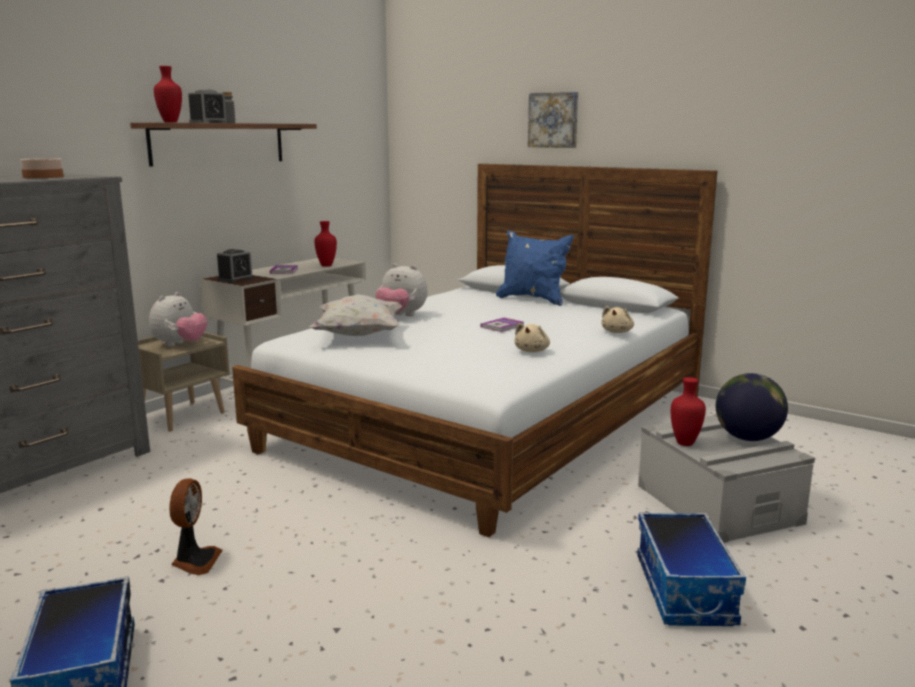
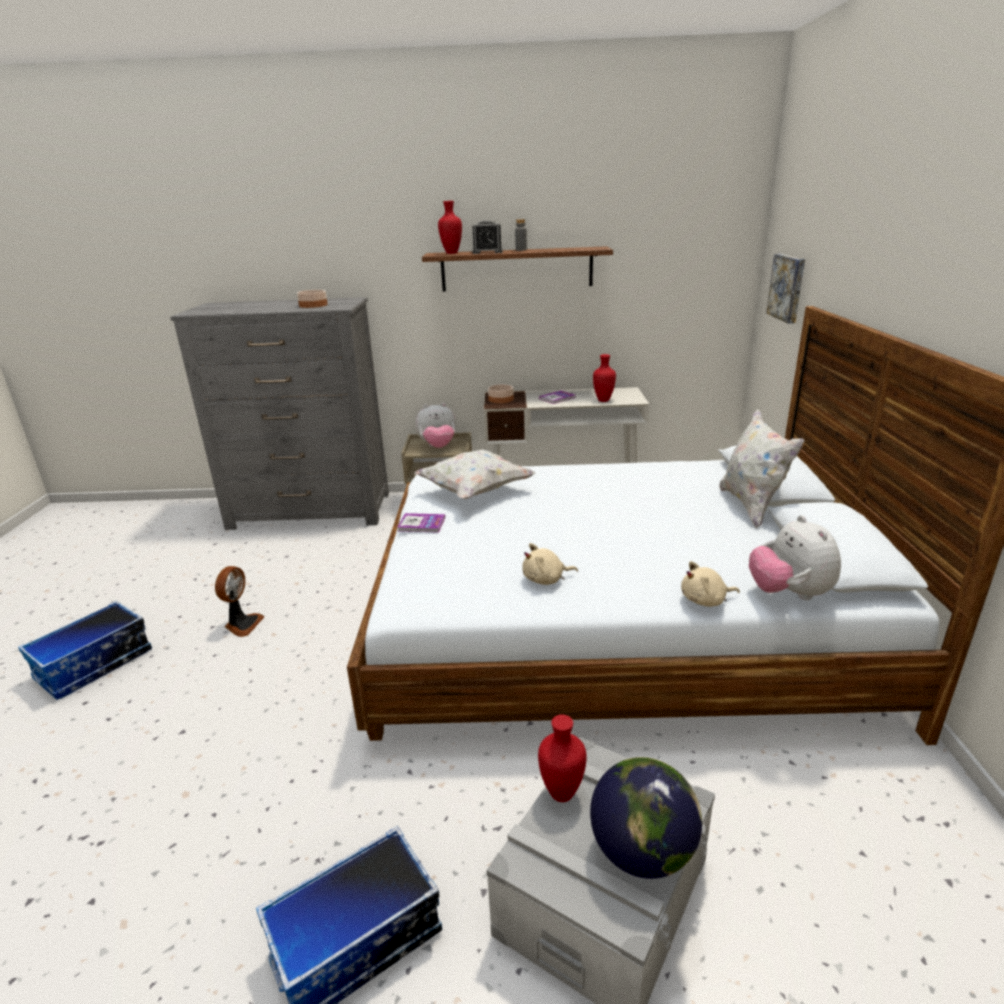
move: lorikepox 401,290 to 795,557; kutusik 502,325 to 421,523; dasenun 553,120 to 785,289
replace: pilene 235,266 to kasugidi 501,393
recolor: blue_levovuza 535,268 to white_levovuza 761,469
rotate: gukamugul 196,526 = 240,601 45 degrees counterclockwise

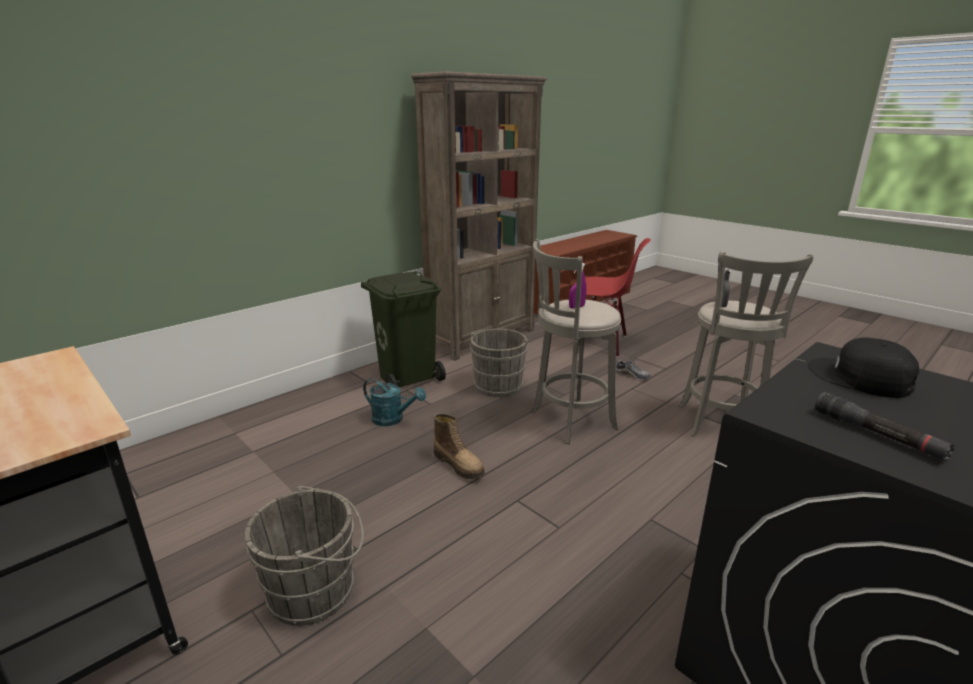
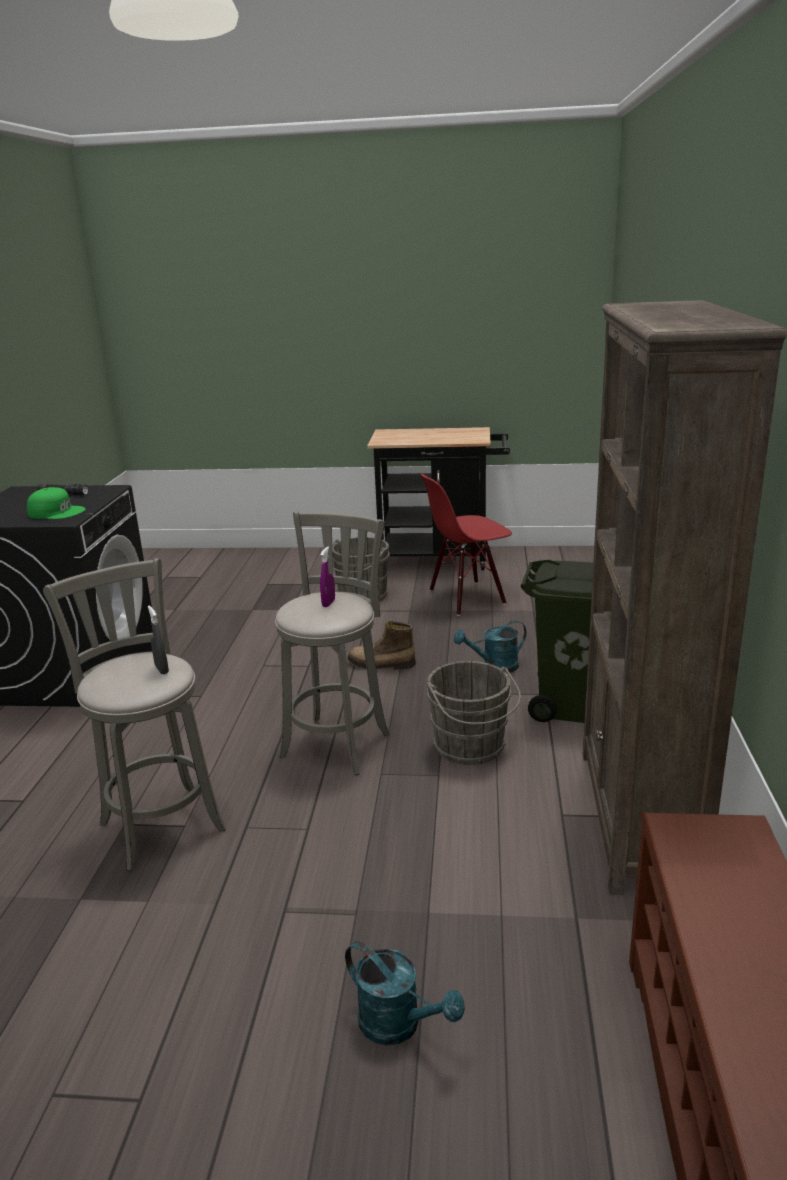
delete: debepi 633,369
insert: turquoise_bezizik 405,993
move: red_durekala 614,297 to 466,545
recolor: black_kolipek 863,367 to green_kolipek 56,503

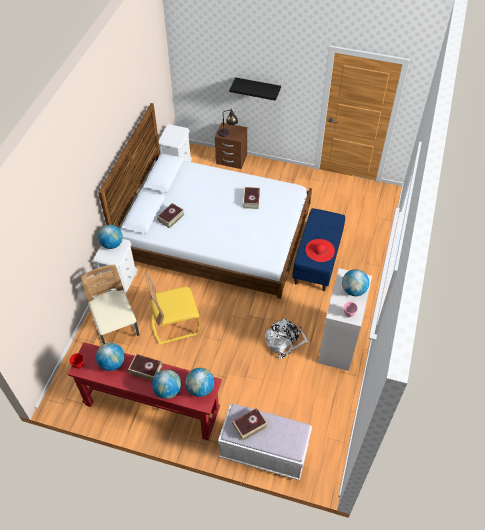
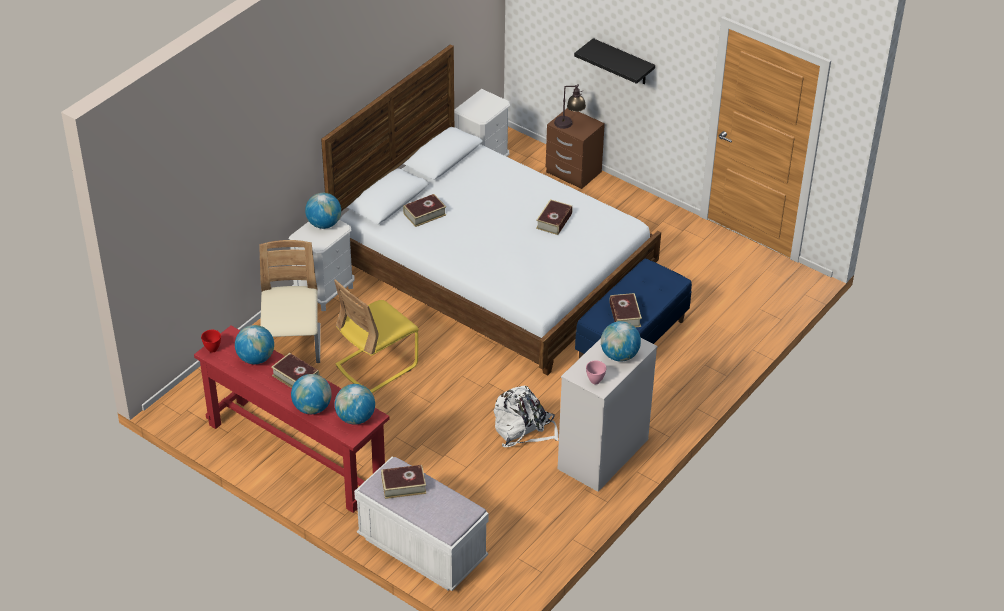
replace: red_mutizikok 320,250 to kutusik 625,310
rotate: yellow_durekala 172,308 = 376,336 45 degrees counterclockwise

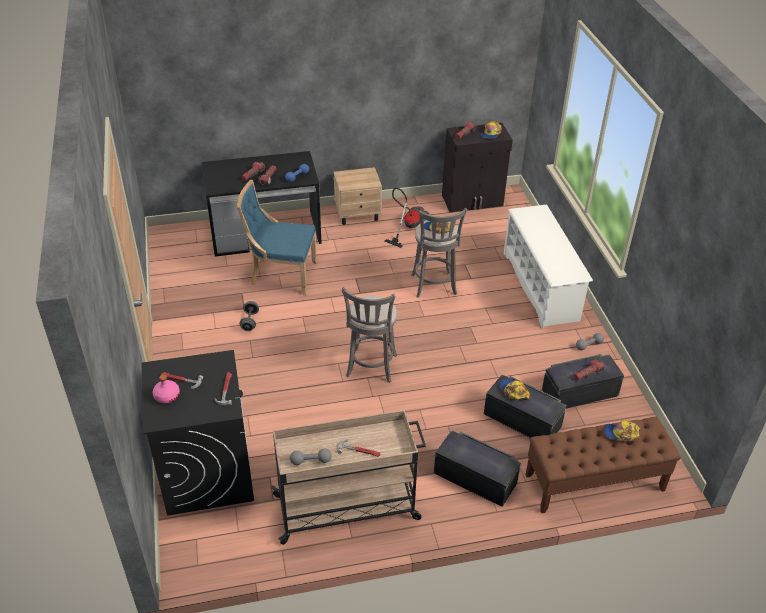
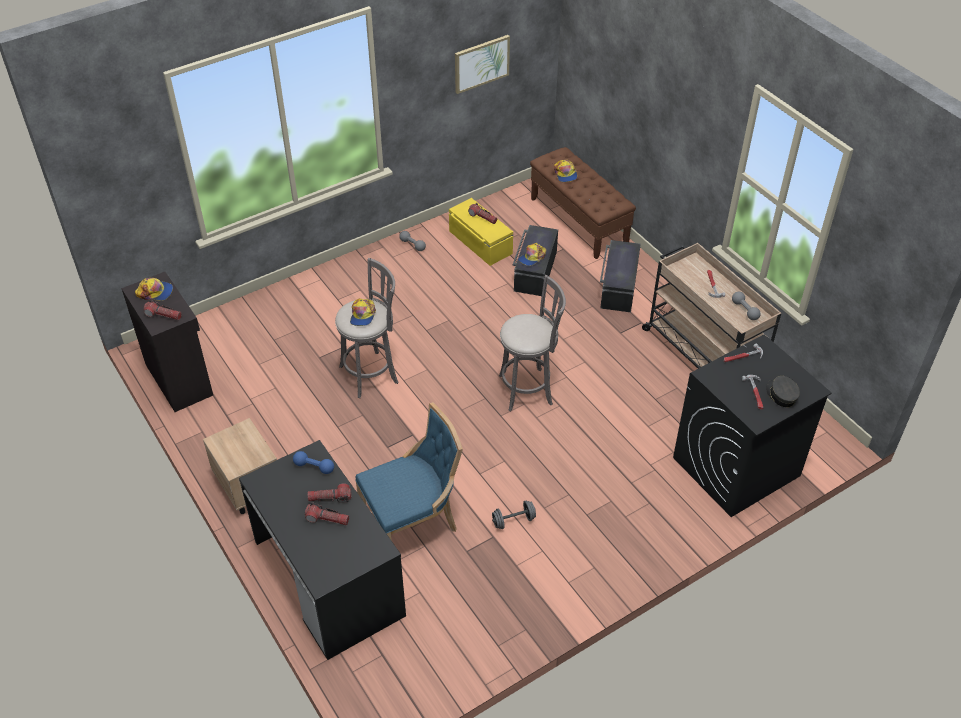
delete: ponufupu 407,218; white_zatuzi 548,266
insert: dasenun 482,64
replace: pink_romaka 166,389 to grey_kolipek 783,391
recolor: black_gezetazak 583,381 to yellow_gezetazak 481,232
rotate: blue_durekala 277,237 = 409,471 105 degrees counterclockwise

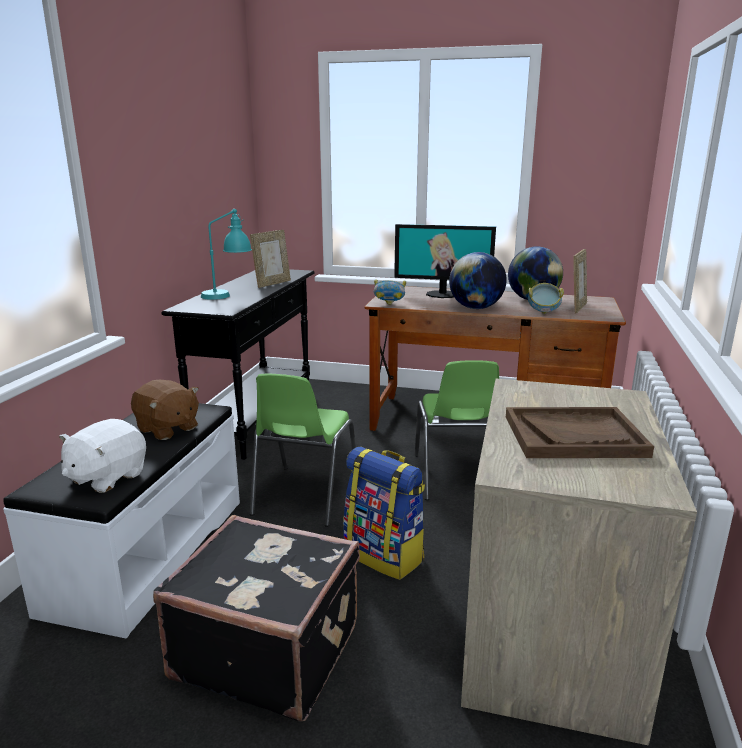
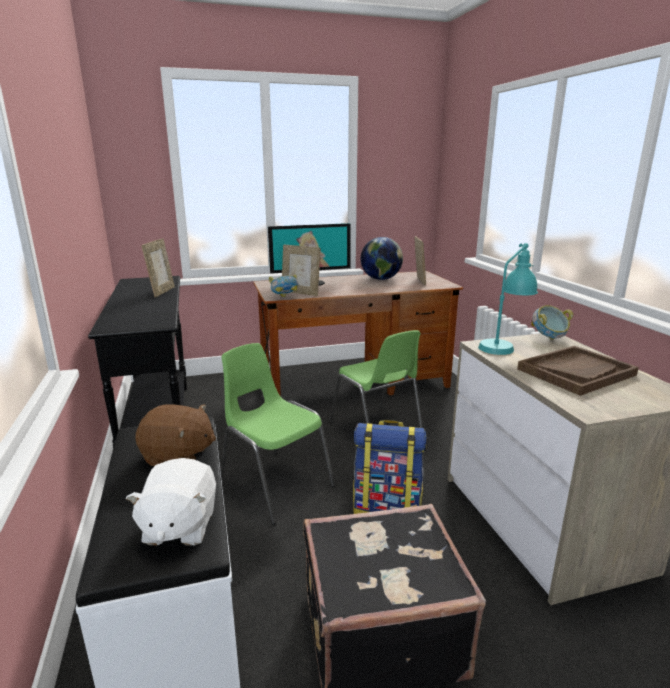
delete: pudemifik 478,280
insert: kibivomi 301,270
move: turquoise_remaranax 226,254 to 508,299; kasugidi 546,298 to 552,322
rotate: green_durekala 303,450 = 277,434 150 degrees clockwise

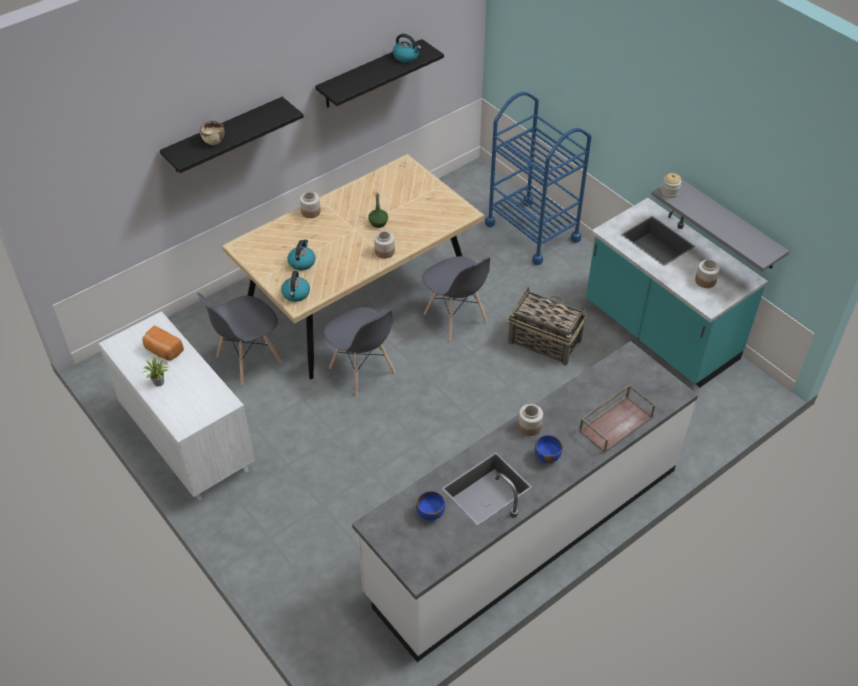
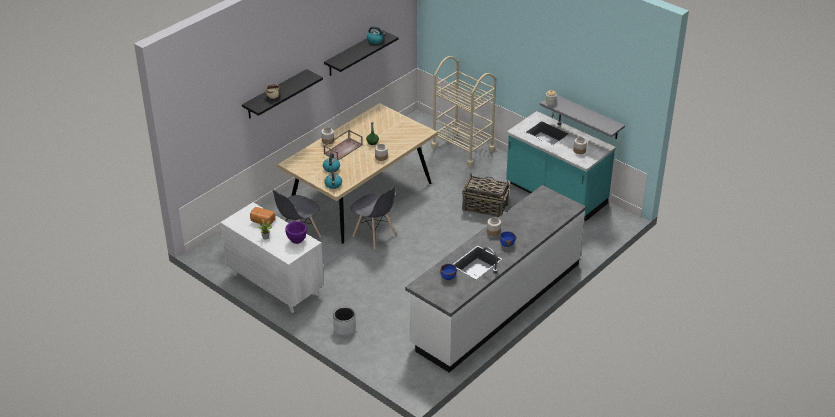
delete: grey_durekala 456,298
insert: purple_kasugidi 296,232; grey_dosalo 344,320
move: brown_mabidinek 617,418 to 343,145
recolor: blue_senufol 538,178 to beige_senufol 463,111

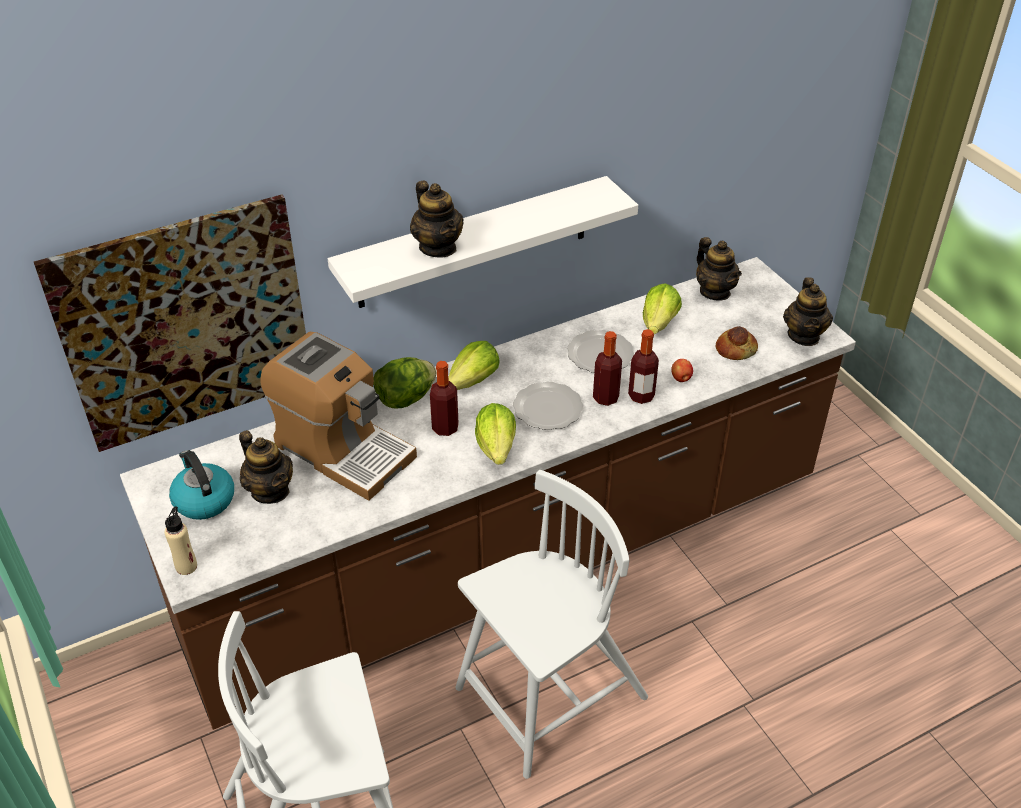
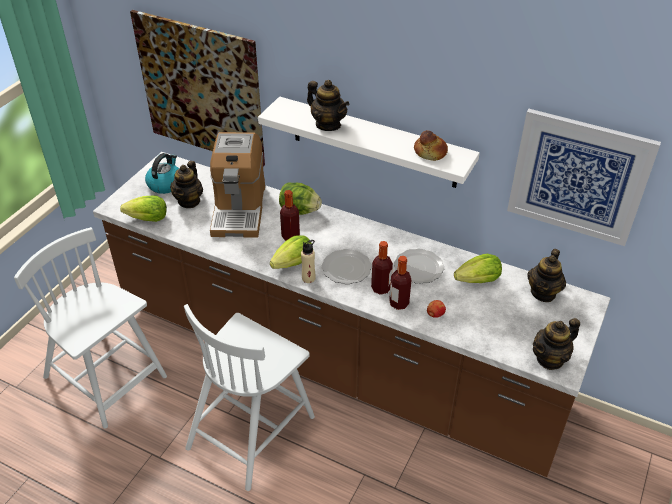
insert: dasenun 584,177
move: beige_romaka 181,540 to 308,261; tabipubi 474,365 to 143,208; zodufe 737,343 to 431,145
rotate: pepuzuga 437,219 = 328,105 75 degrees counterclockwise; white_durekala 551,624 = 249,397 105 degrees clockwise

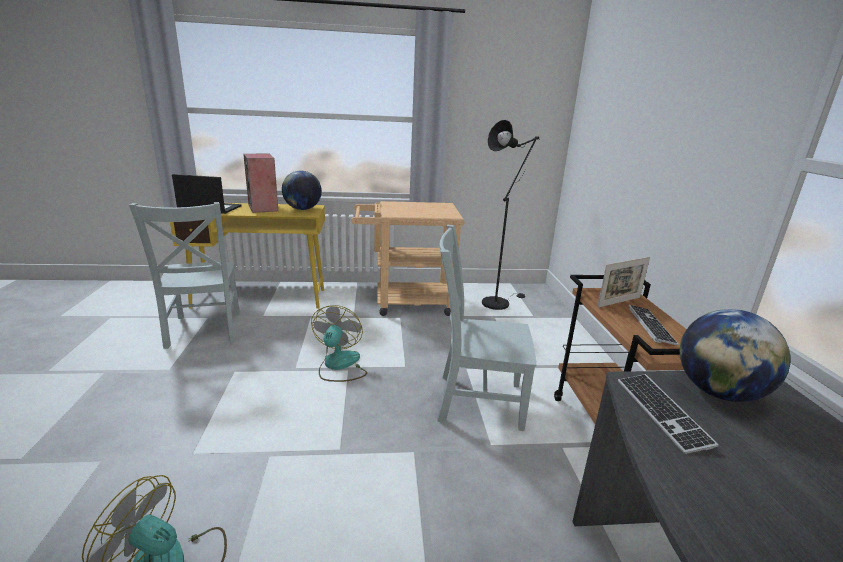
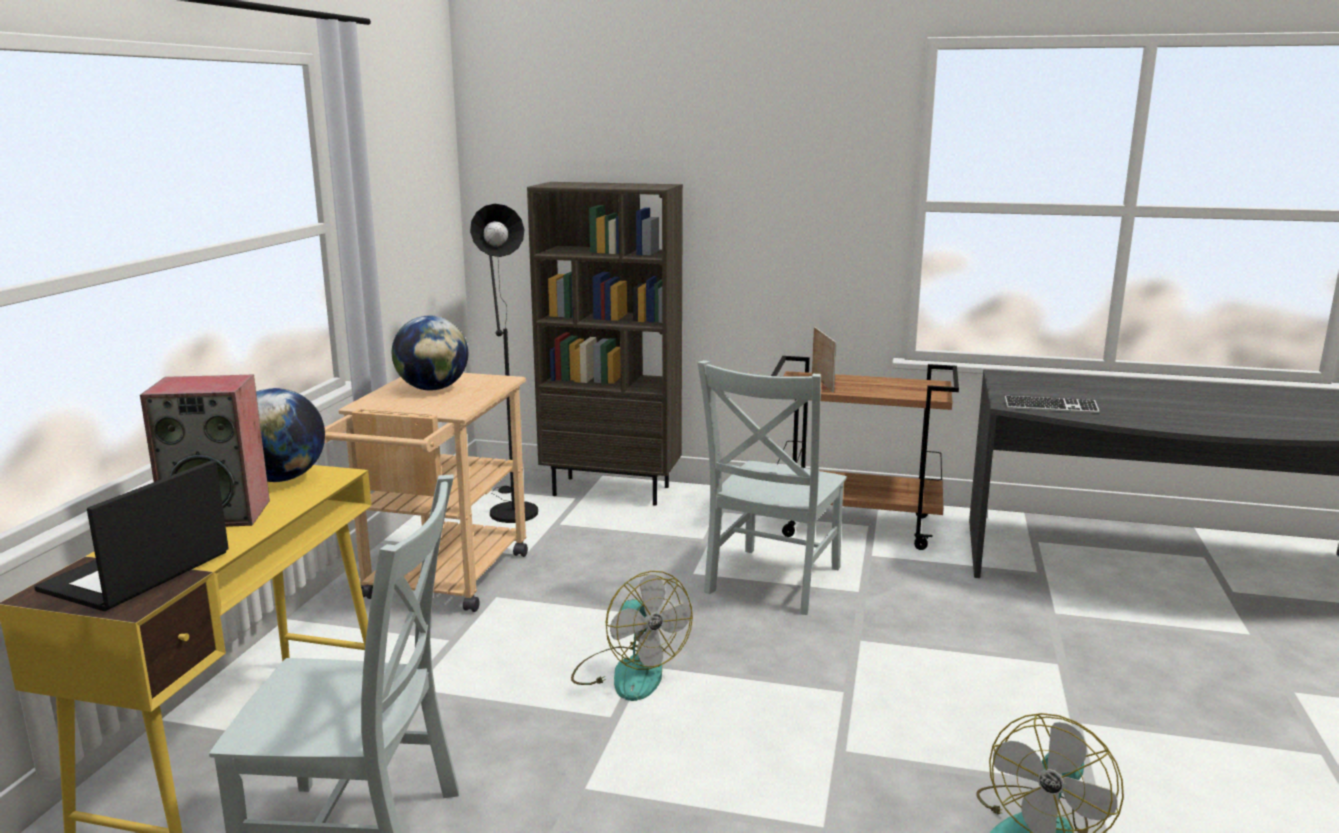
delete: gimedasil 653,325
insert: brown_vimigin 605,344
move: pudemifik 735,355 to 430,353
rotate: gukamugul 339,343 = 632,636 150 degrees counterclockwise

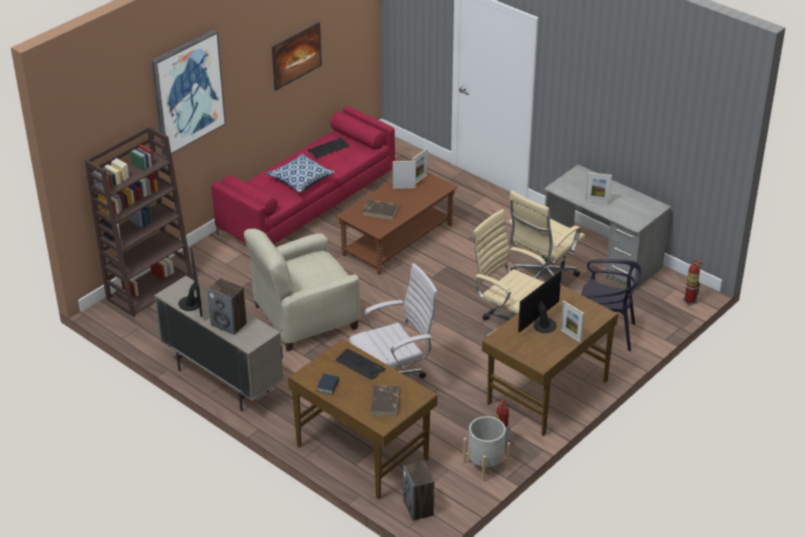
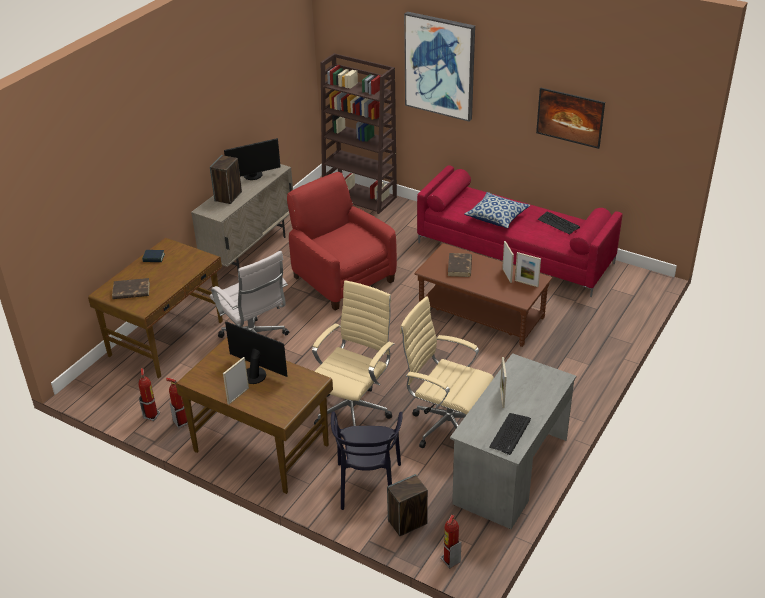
move: gimedasil 360,364 to 510,434; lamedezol 418,491 to 407,505
replace: grey_dosalo 486,448 to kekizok 149,394
recolor: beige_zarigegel 302,290 to red_zarigegel 342,241

